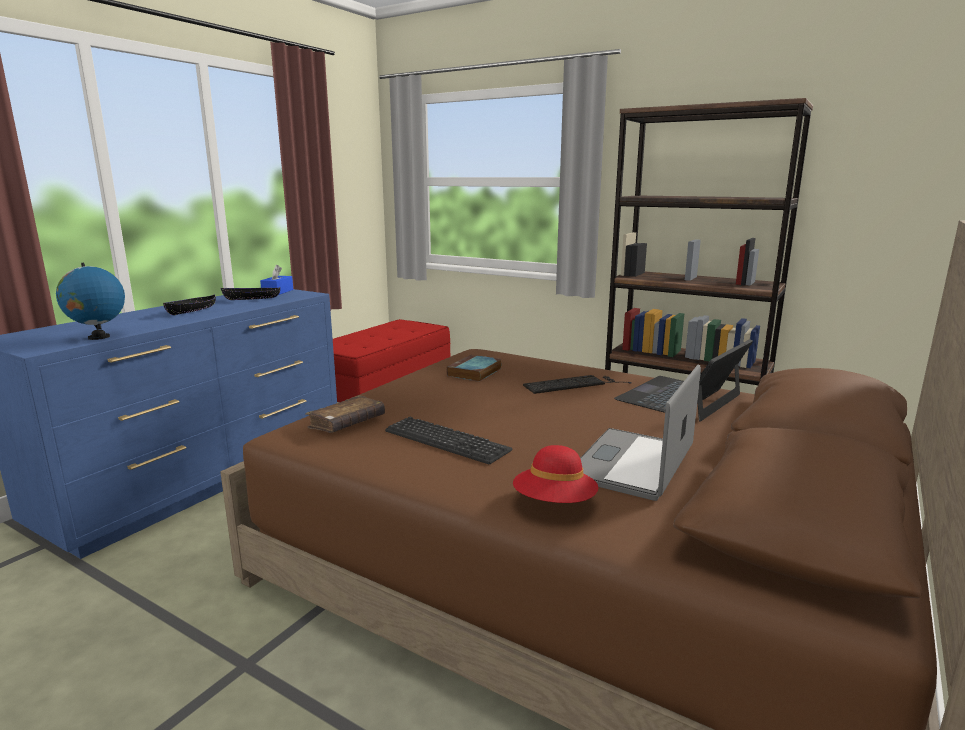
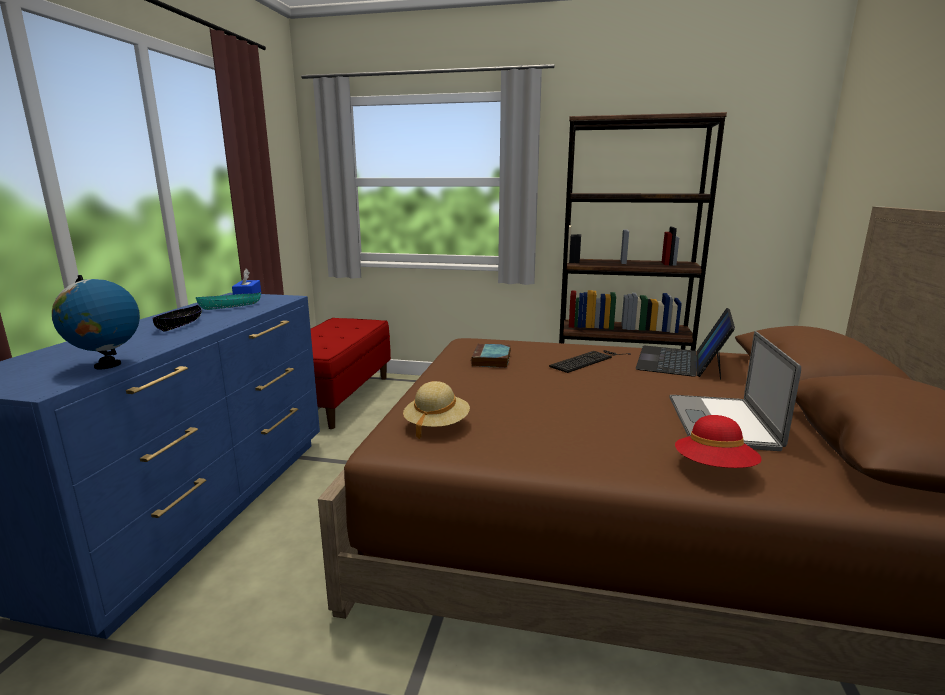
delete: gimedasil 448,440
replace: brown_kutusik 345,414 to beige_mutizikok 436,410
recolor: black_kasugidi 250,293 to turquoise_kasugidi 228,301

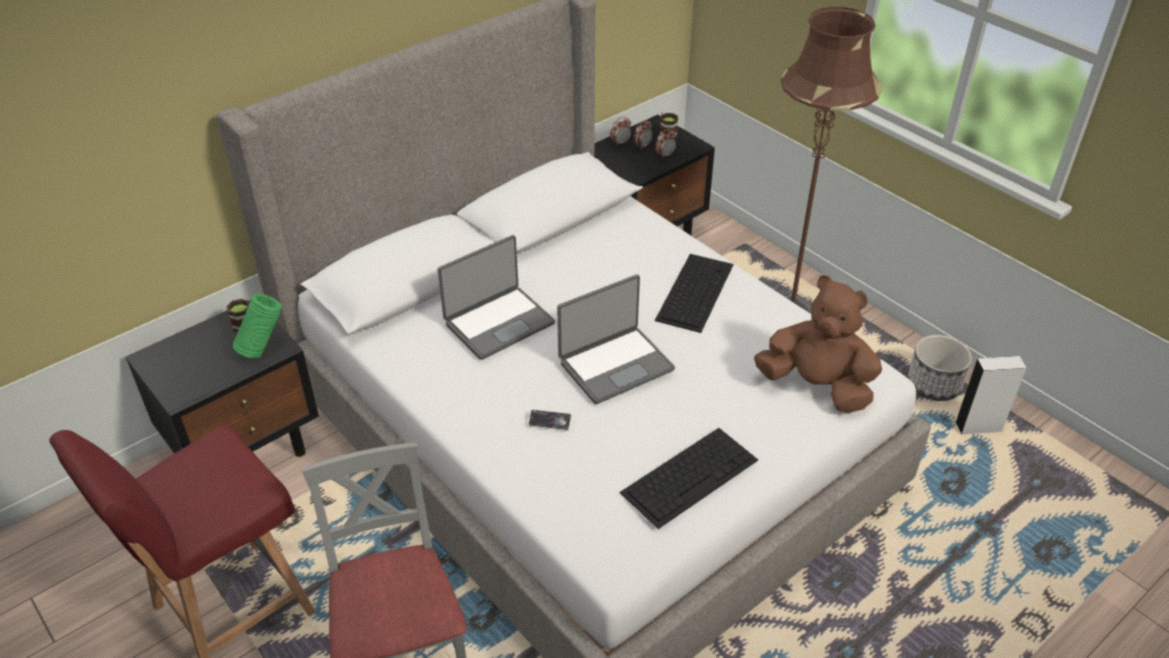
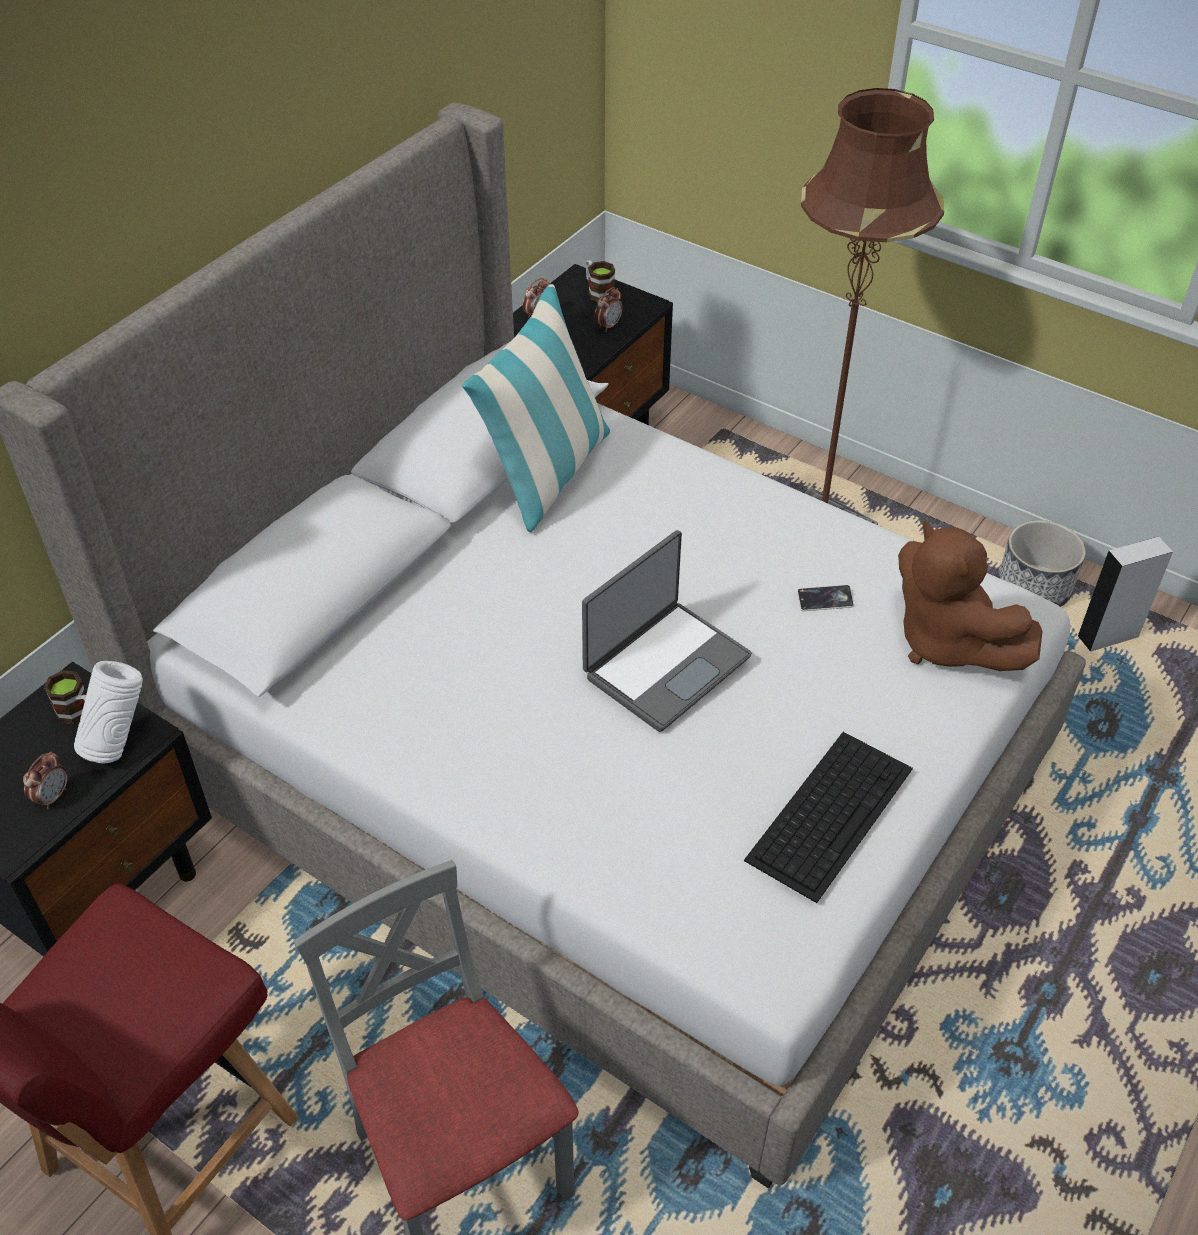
delete: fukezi 496,297; gimedasil 694,293
insert: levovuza 536,408
move: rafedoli 549,420 to 825,598; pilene 643,135 to 45,780
recolor: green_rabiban 257,326 to white_rabiban 108,712
rotate: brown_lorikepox 818,344 = 970,595 135 degrees counterclockwise

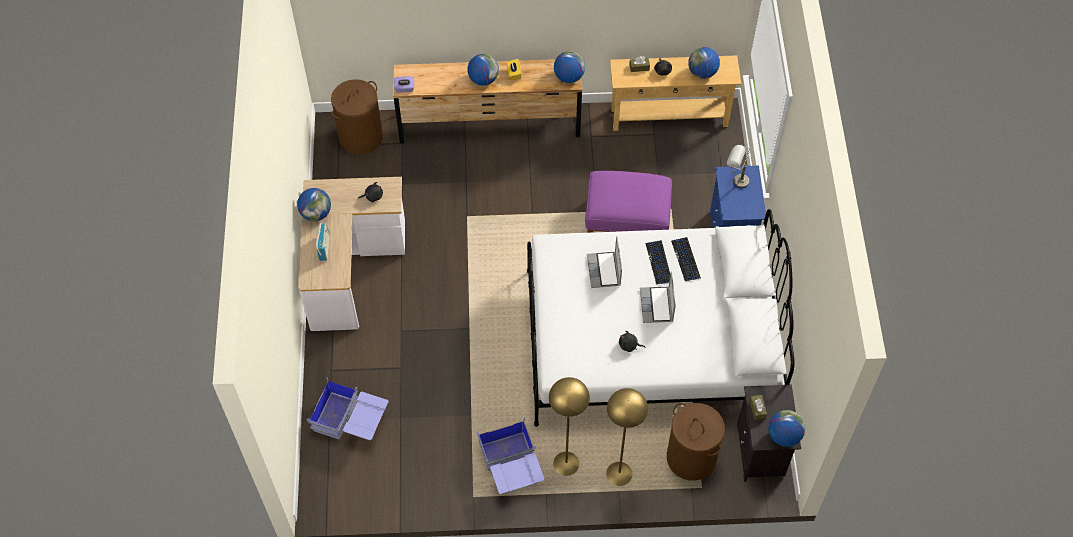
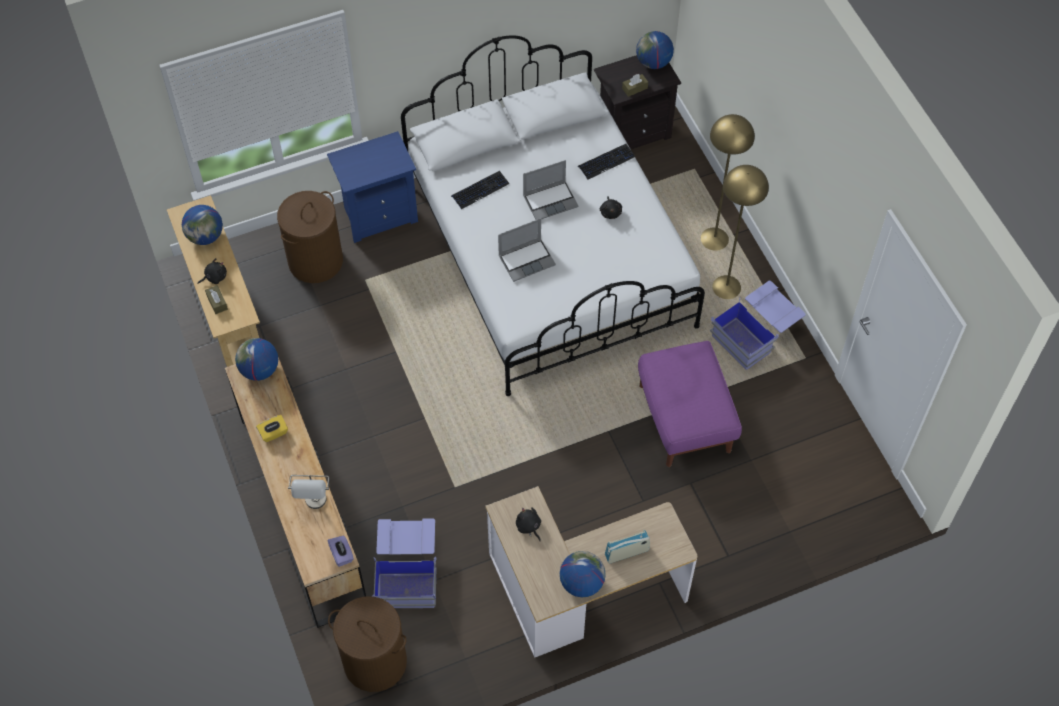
delete: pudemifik 483,70
move: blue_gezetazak 348,409 to 404,563; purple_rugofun 628,202 to 690,404; gimedasil 657,262 to 606,162; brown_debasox 696,442 to 310,237; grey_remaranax 738,166 to 308,492

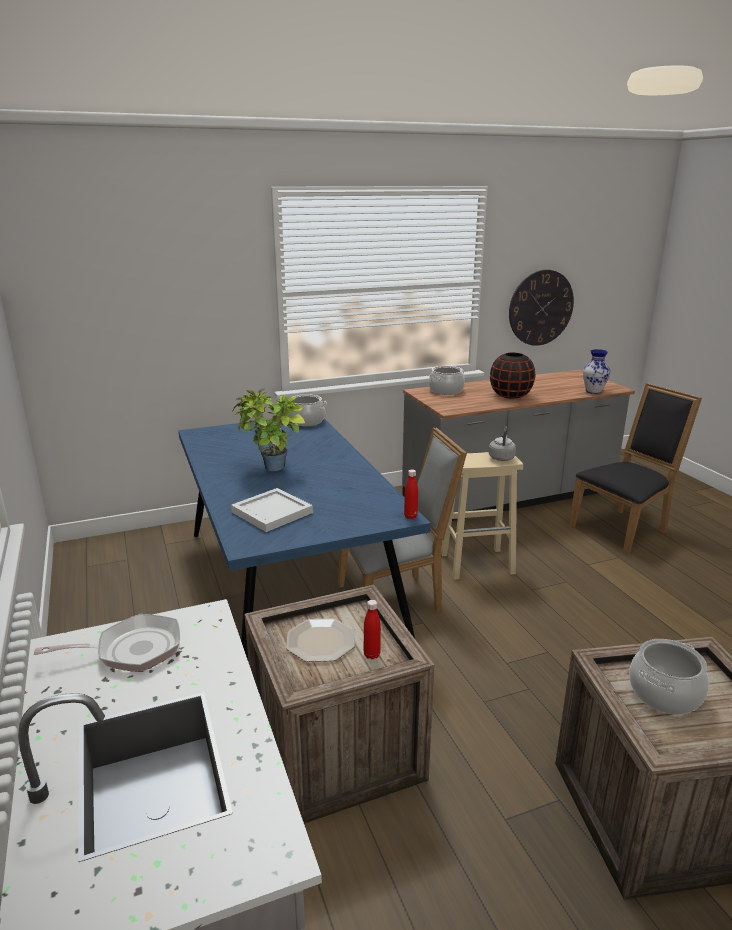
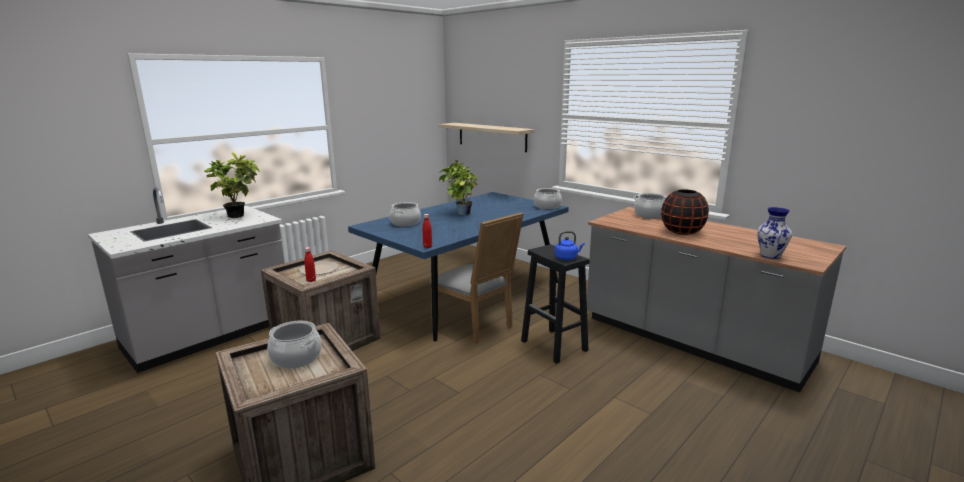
delete: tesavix 541,308; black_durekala 635,469
insert: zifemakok 486,137
replace: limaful 107,643 to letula 232,185; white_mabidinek 272,510 to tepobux 405,214
recolor: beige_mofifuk 482,516 to black_mofifuk 555,304; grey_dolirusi 502,443 to blue_dolirusi 570,245

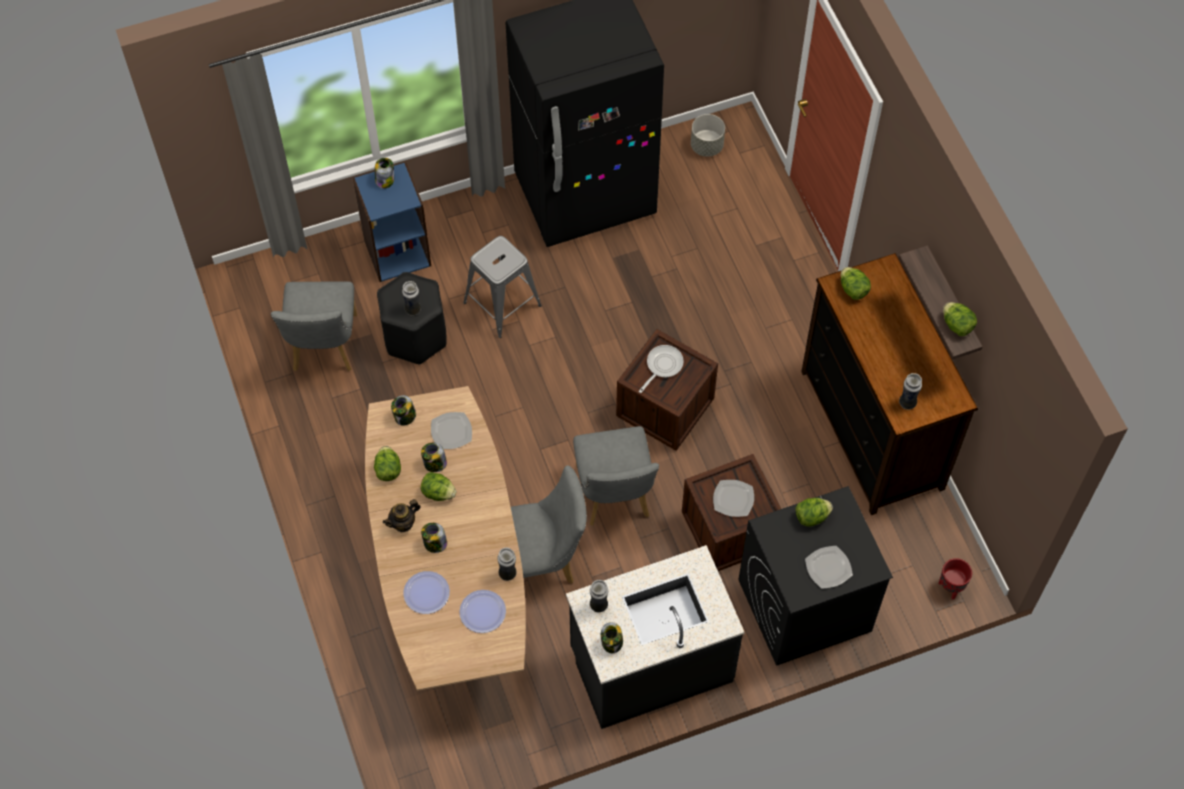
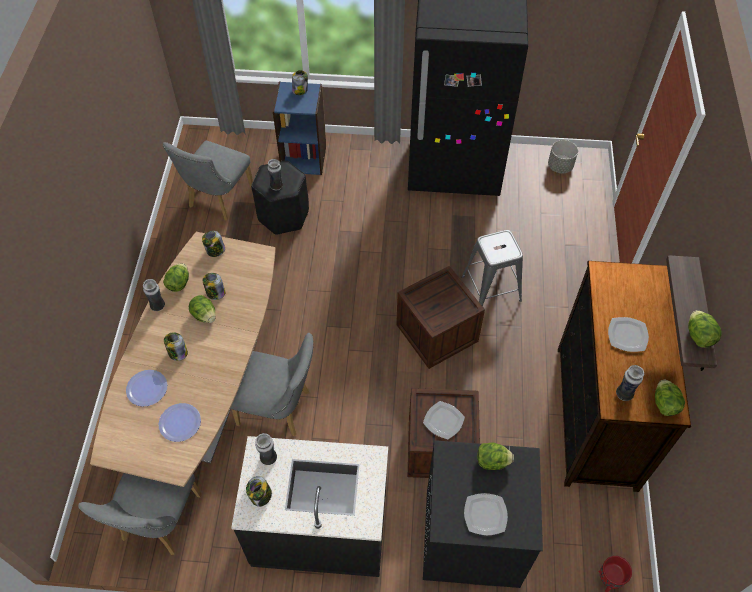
delete: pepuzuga 402,516; limaful 661,369
move: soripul 451,430 to 628,334; grey_mofifuk 502,287 to 492,268; rabiban 506,564 to 154,295; grey_durekala 616,476 to 140,514; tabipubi 856,283 to 670,398

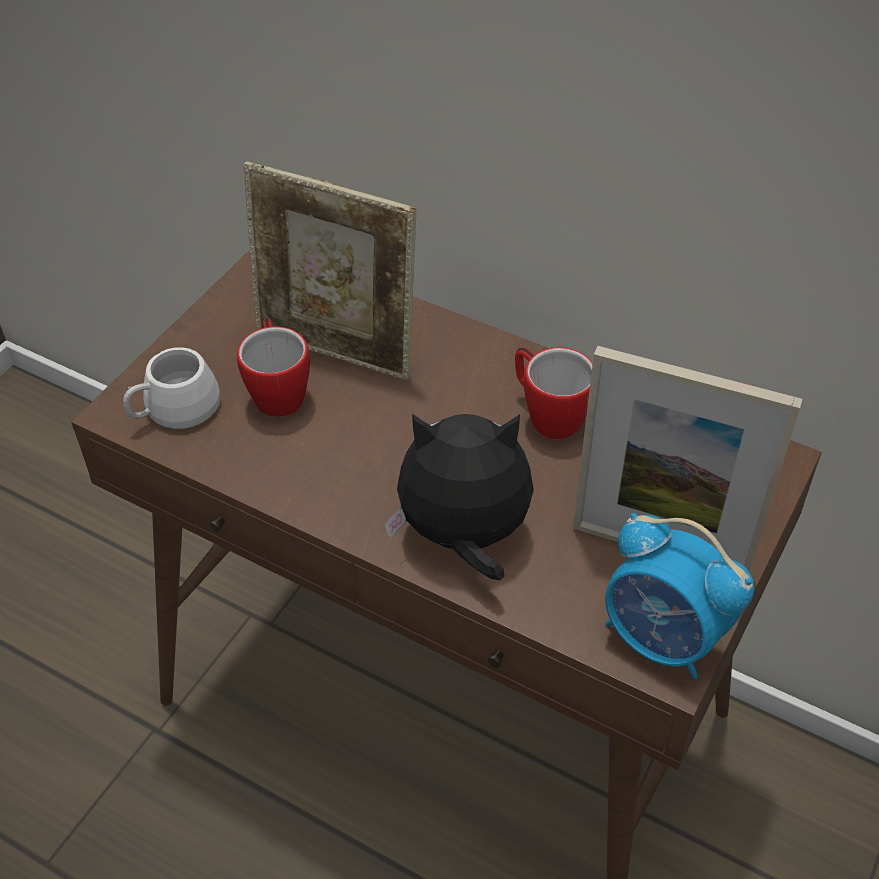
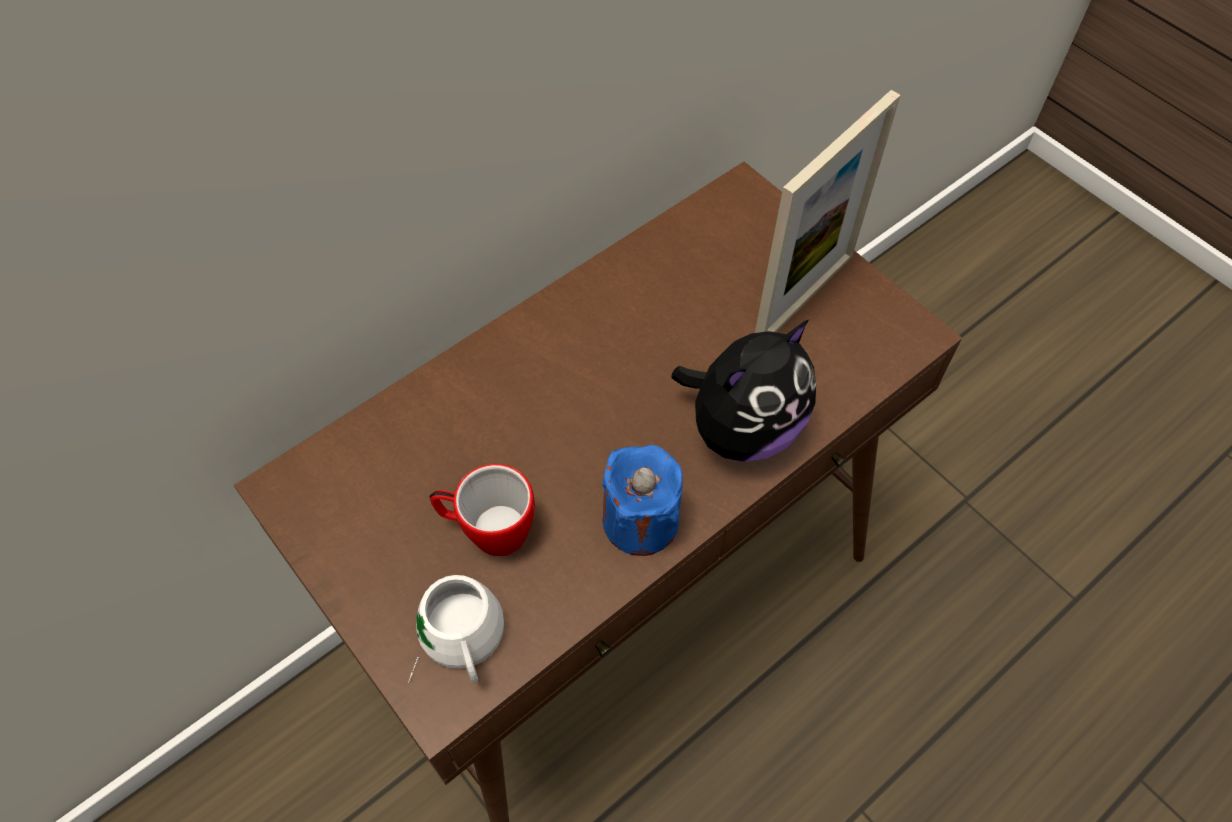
delete: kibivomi 329,270; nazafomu 554,393; pilene 679,596
insert: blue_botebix 642,500
rotate: lorikepox 459,497 = 743,391 150 degrees counterclockwise

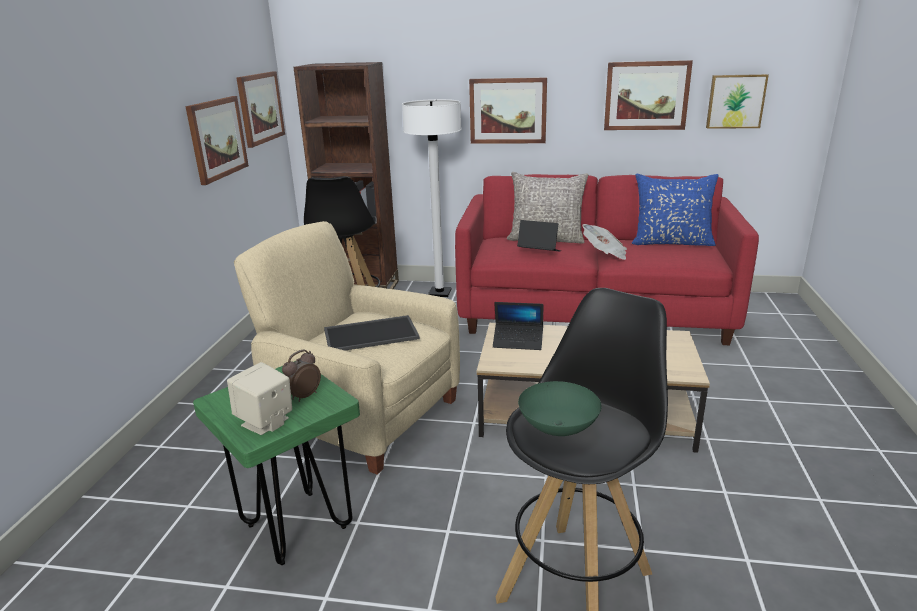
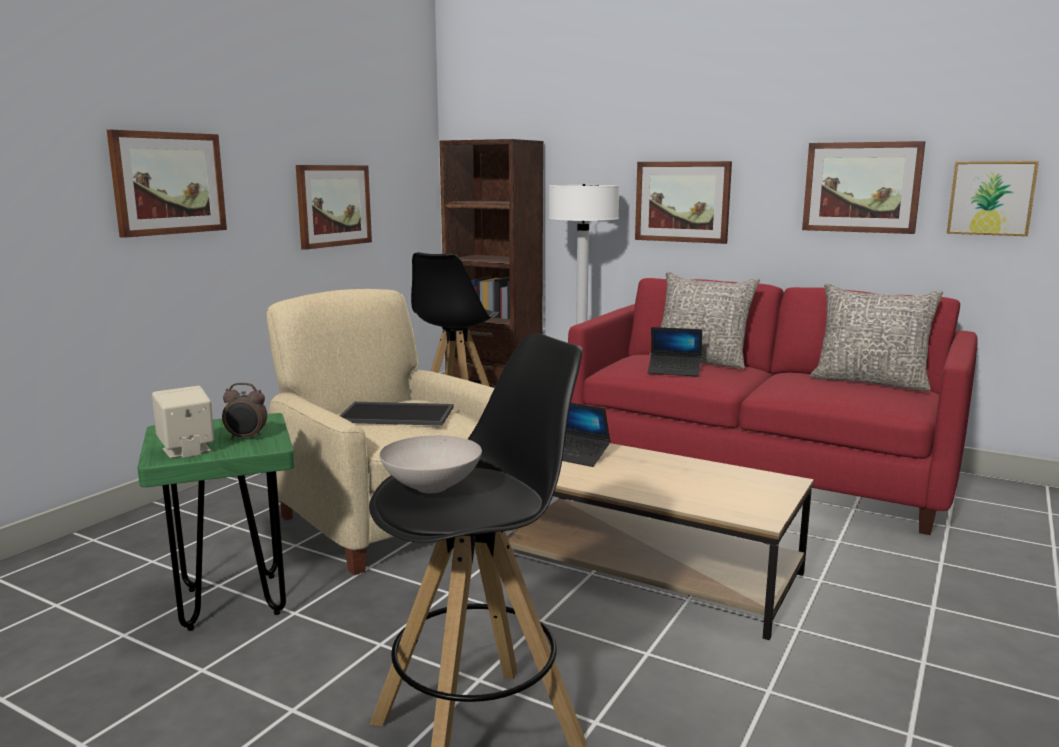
delete: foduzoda 605,242
move: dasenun 261,109 to 167,184
recolor: green_kasugidi 560,408 to white_kasugidi 430,464; blue_levovuza 675,210 to grey_levovuza 876,337
rotate: pilene 301,376 = 244,411 150 degrees counterclockwise; fukezi 539,235 = 675,352 150 degrees clockwise

